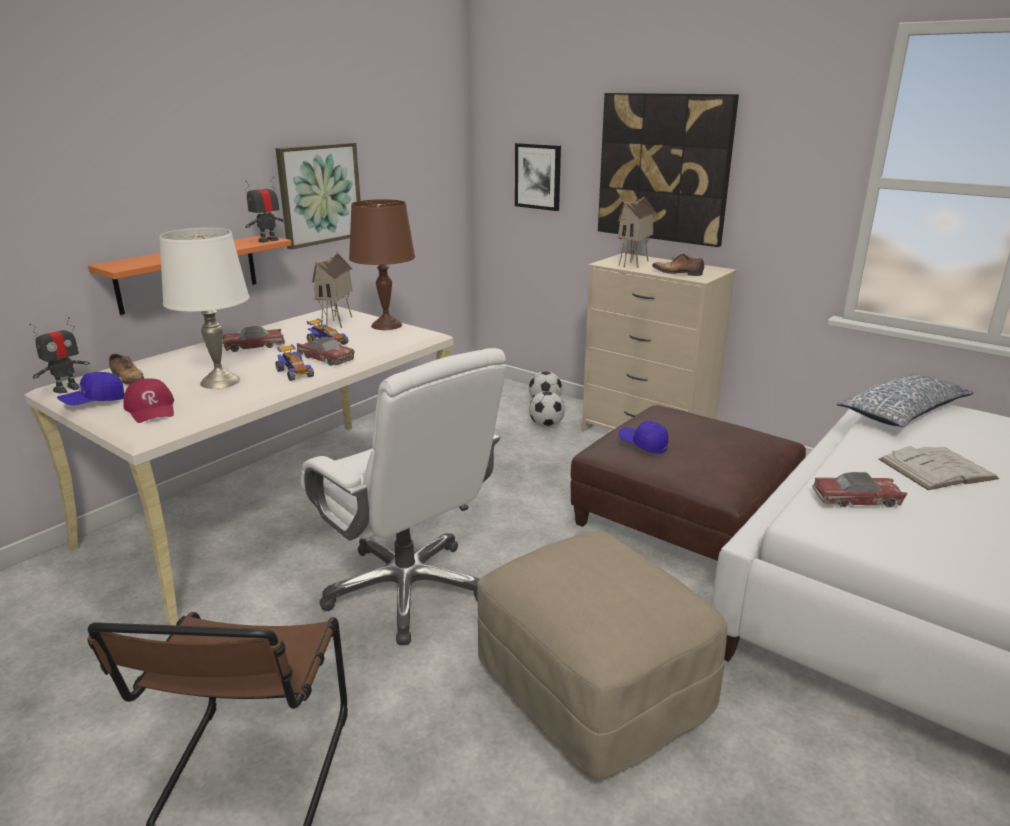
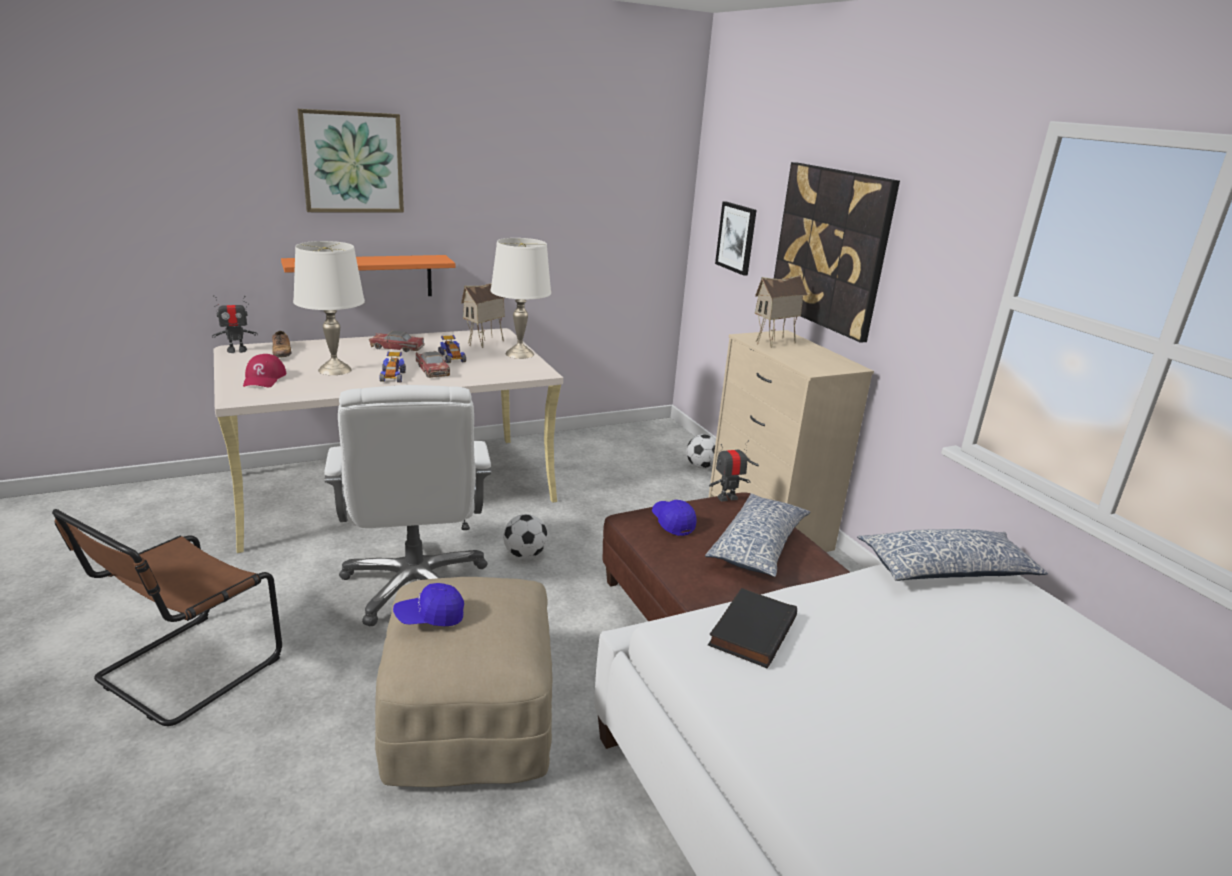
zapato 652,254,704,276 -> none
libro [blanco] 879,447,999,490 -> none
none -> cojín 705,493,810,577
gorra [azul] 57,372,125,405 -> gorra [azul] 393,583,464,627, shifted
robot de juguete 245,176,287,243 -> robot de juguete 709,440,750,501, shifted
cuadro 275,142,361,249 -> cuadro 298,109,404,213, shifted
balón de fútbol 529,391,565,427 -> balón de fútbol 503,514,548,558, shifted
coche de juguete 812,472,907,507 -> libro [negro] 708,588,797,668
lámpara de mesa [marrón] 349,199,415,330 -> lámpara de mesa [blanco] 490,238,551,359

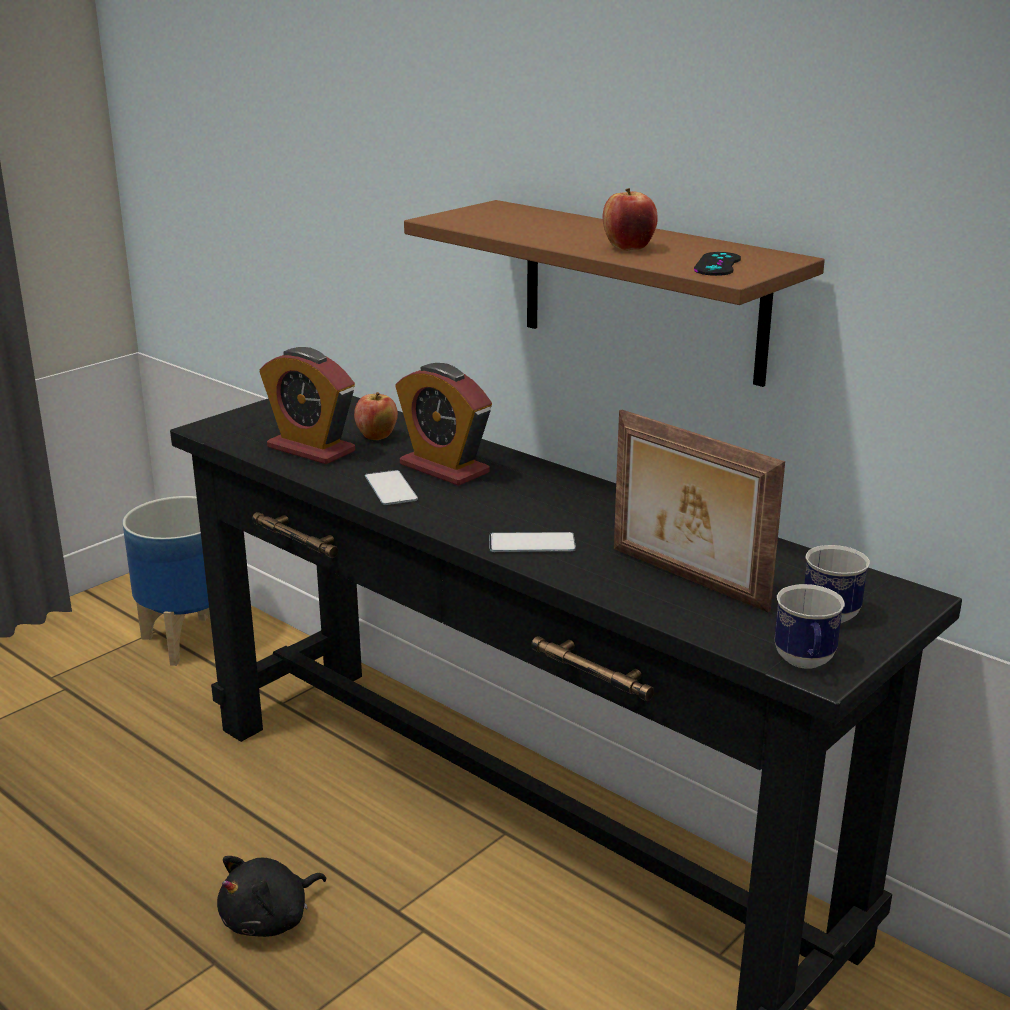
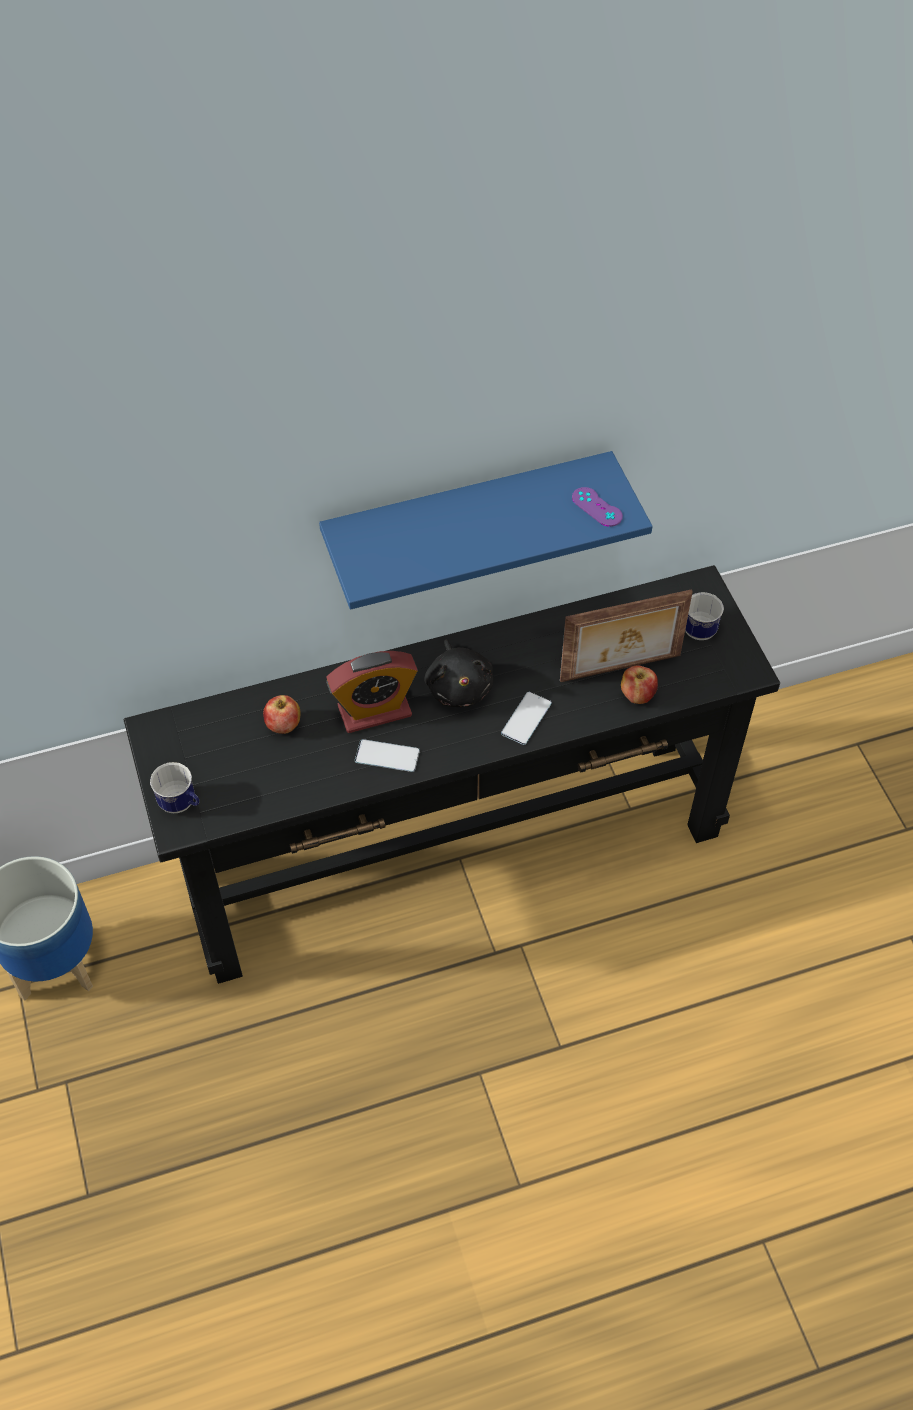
despertador 259,347,355,464 -> none
peluche [negro] 217,856,326,937 -> peluche [negro] 424,639,493,707, shifted
manzana 603,188,658,251 -> manzana 621,665,658,704, shifted
taza grande 775,584,845,669 -> taza grande 150,762,199,813, shifted
estante [marrón] 404,200,825,387 -> estante [azul] 319,451,653,609
mando de consola [negro] 694,252,741,276 -> mando de consola [morado] 572,487,623,527

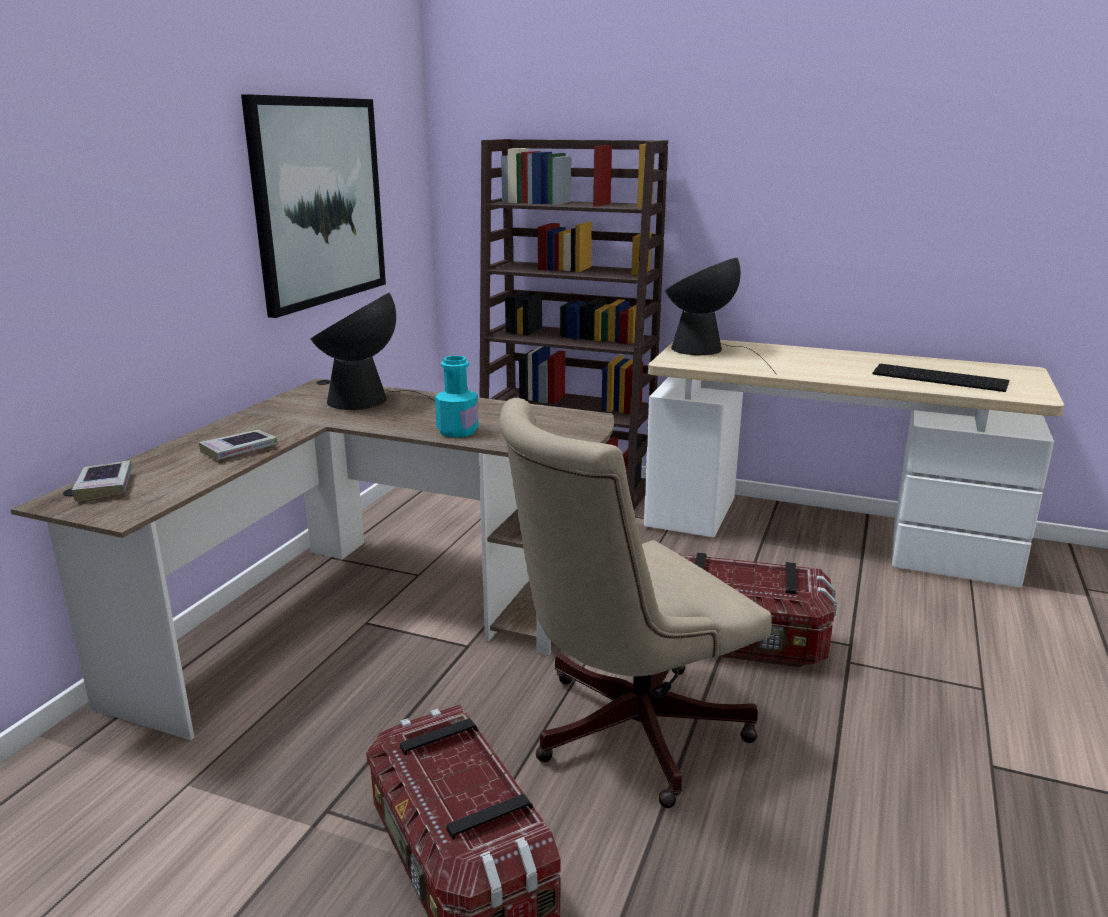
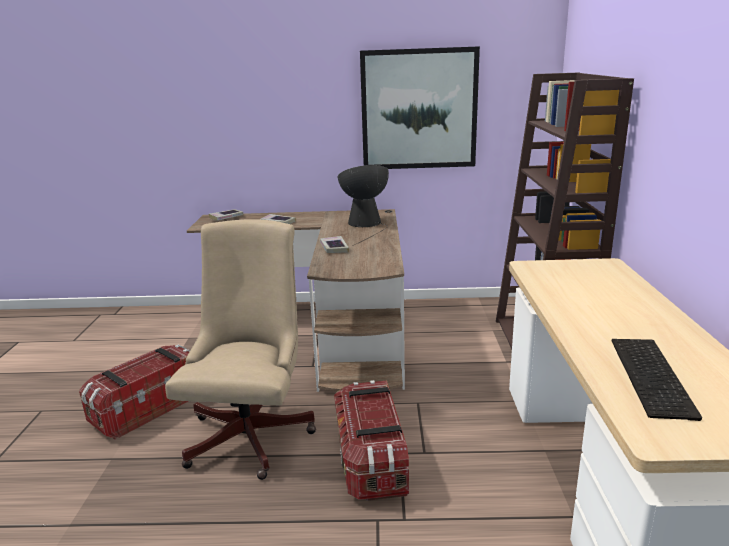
lámpara de mesa 665,258,777,375 -> none
botella [turquesa] 435,356,478,438 -> libro 320,236,349,253
silla de oficina [beis] 499,398,772,808 -> silla de oficina [beis] 165,219,316,480, 60 degrees clockwise

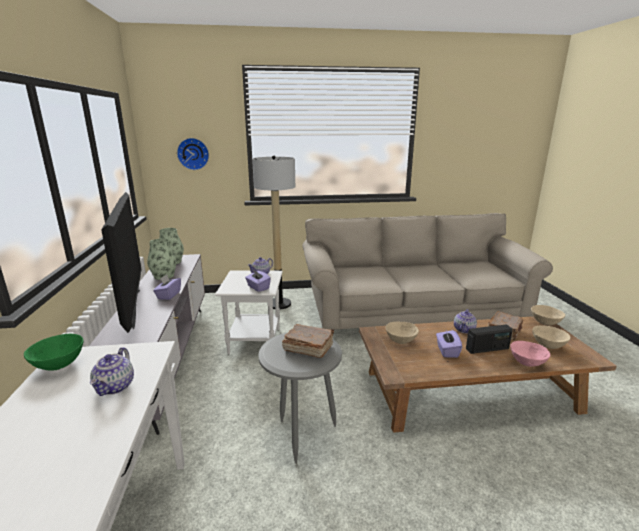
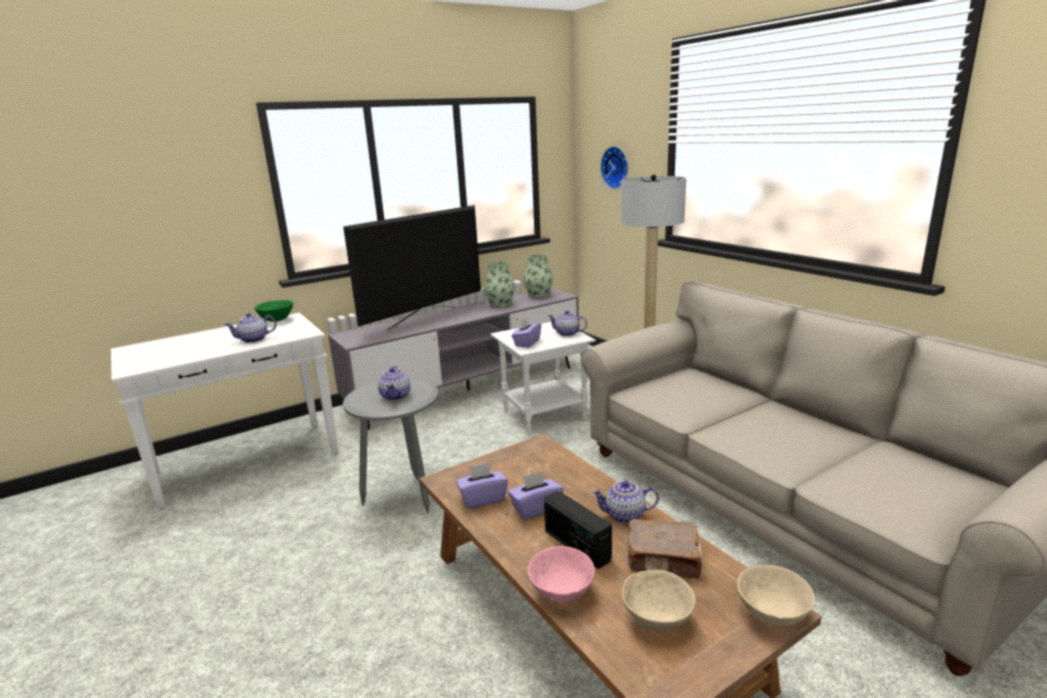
cuenco [beis] 386,322,419,344 -> none
caja de pañuelos [morado] 153,274,181,300 -> caja de pañuelos [morado] 456,463,508,508, shifted
libro [marrón] 282,324,334,358 -> tetera 378,366,410,401

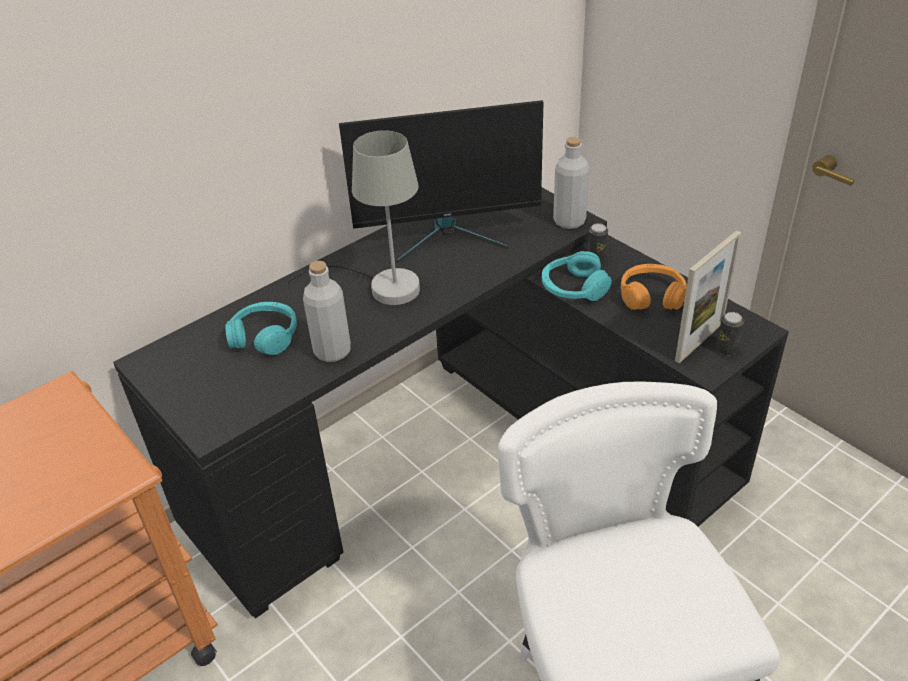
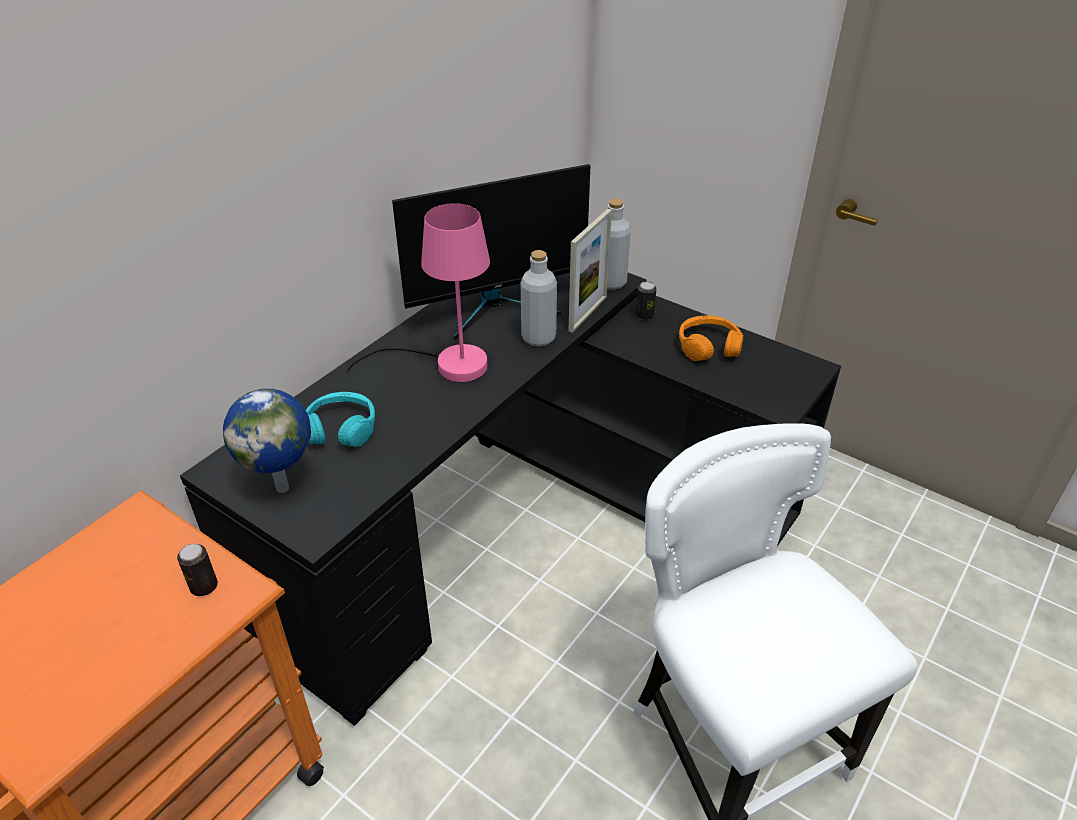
auriculares [turquesa] 542,251,612,301 -> none
none -> globo terráqueo 223,389,311,493
botella [gris] 303,261,351,362 -> botella [gris] 521,250,557,347, shifted
portarretratos 675,230,741,363 -> portarretratos 568,209,612,333, shifted
lata 716,312,744,356 -> lata 177,543,218,596, shifted
lámpara de mesa [gris] 287,130,420,306 -> lámpara de mesa [rosa] 346,203,490,383

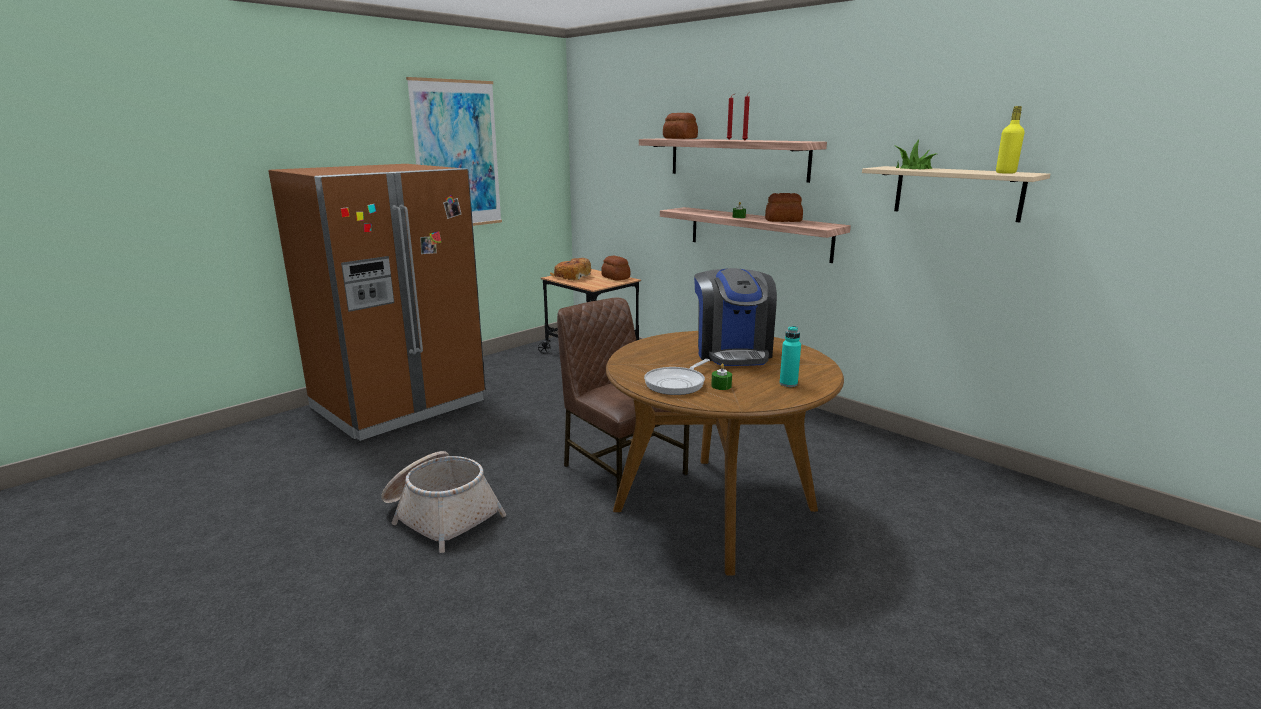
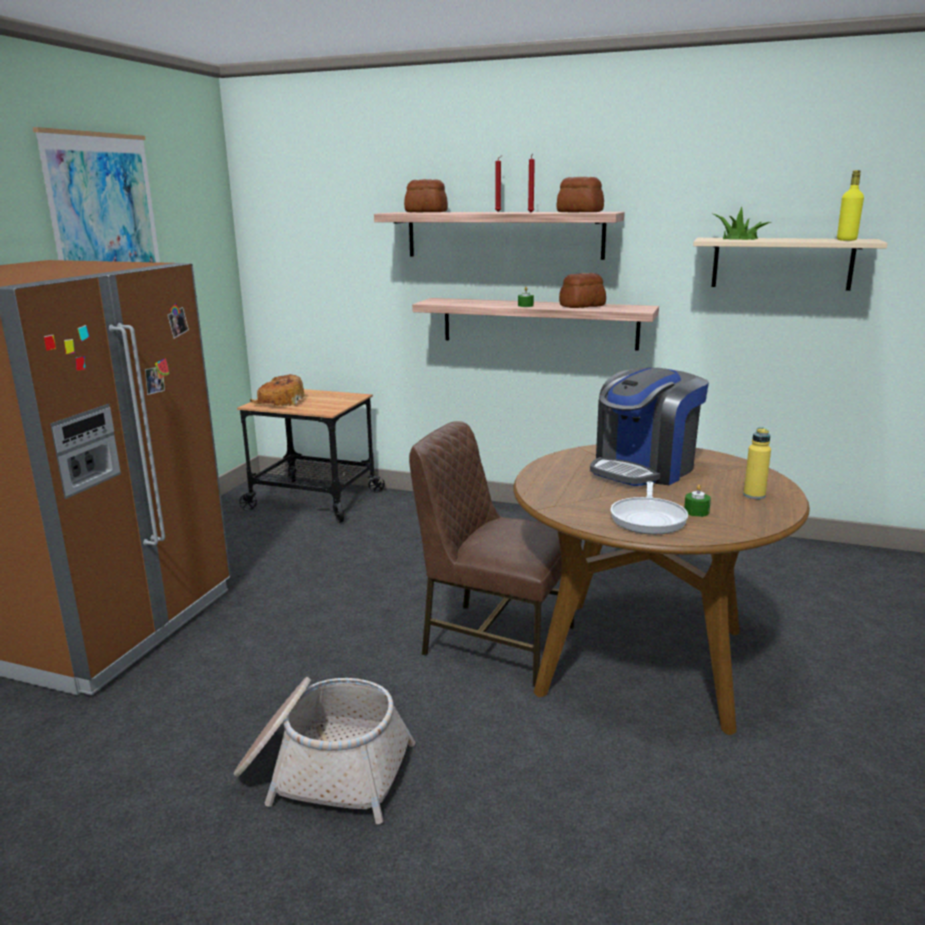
pan 601,256,631,281 -> pan 556,177,604,212, shifted
botella [turquesa] 780,326,801,387 -> botella [amarillo] 743,428,771,499
cafetera 694,268,777,366 -> cafetera 590,368,709,486, 75 degrees clockwise

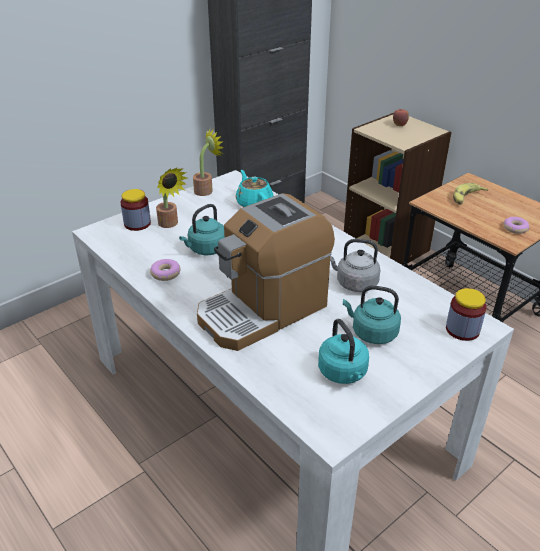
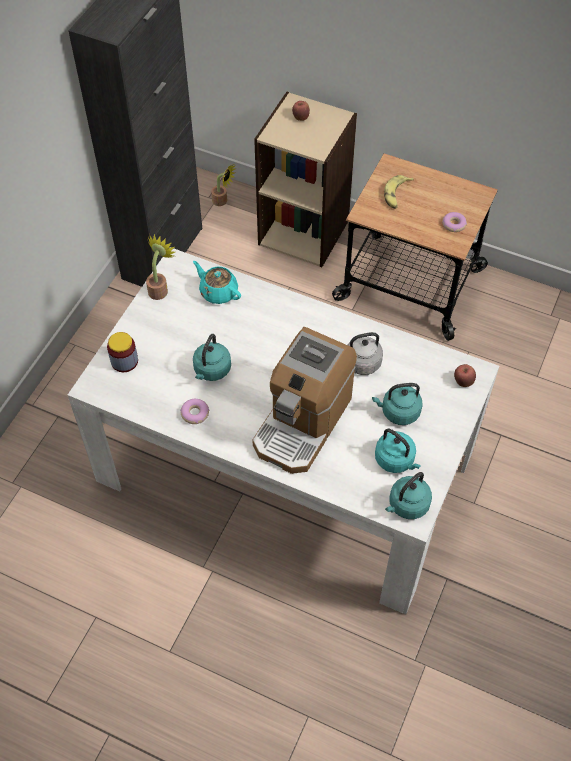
none -> hervidor [turquesa] 385,472,432,519
planta en maceta 156,167,187,228 -> planta en maceta 211,164,237,206, shifted
tarro 446,288,487,341 -> manzana 454,364,476,387

